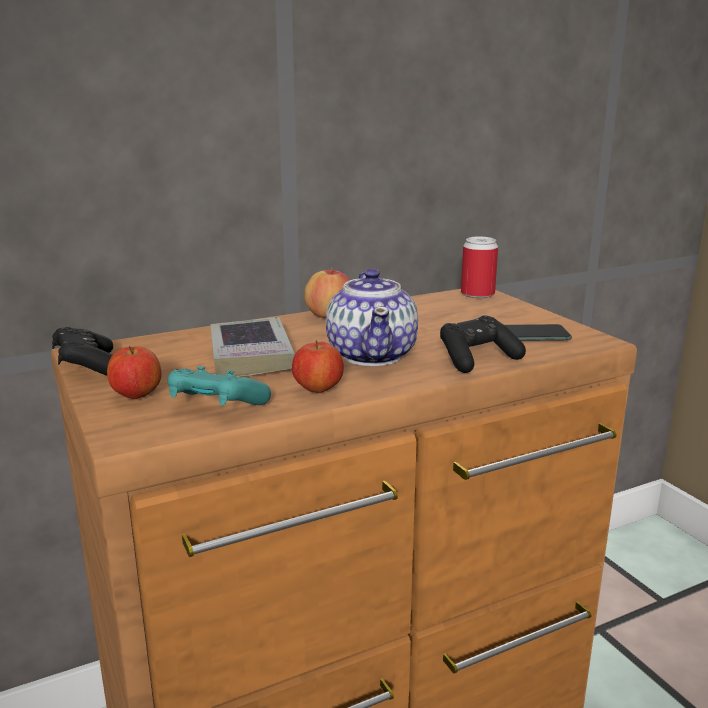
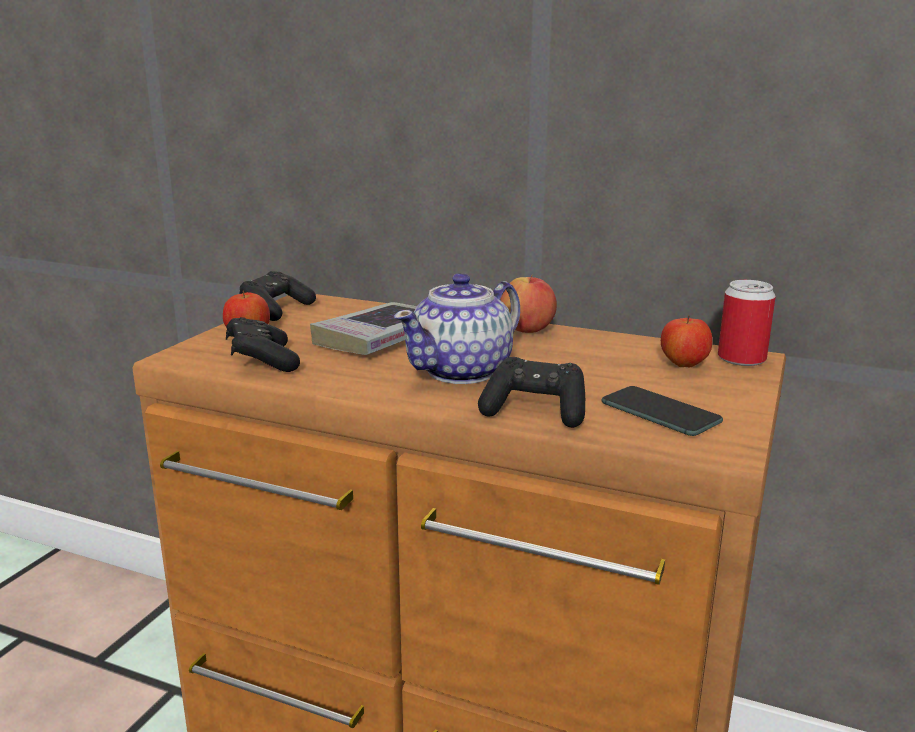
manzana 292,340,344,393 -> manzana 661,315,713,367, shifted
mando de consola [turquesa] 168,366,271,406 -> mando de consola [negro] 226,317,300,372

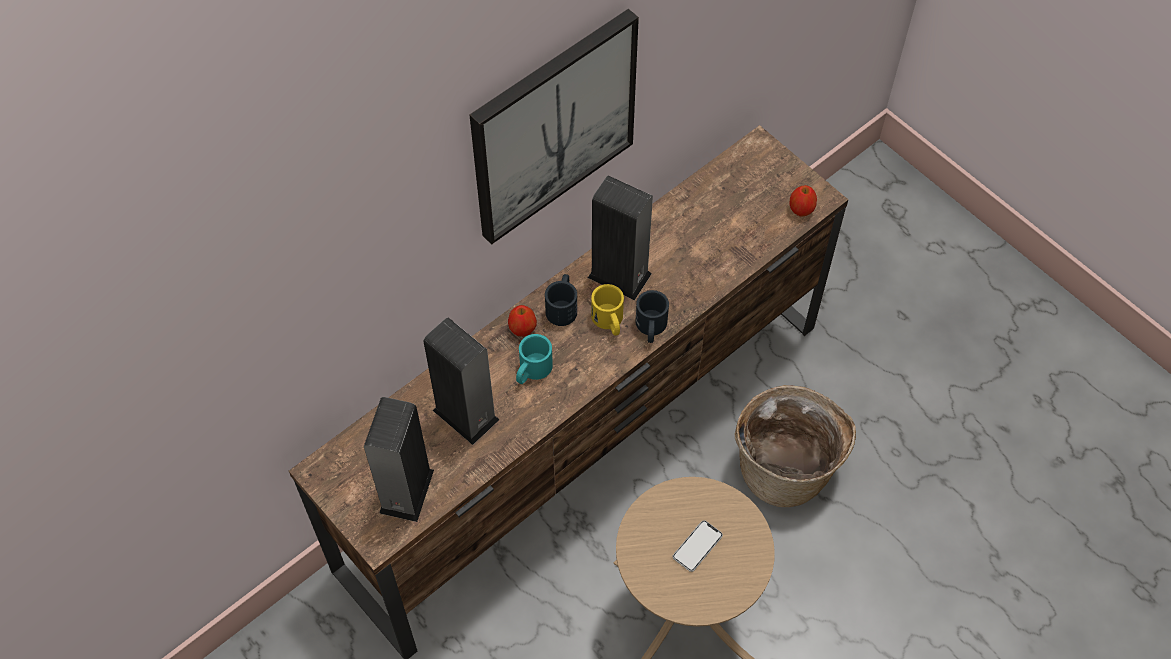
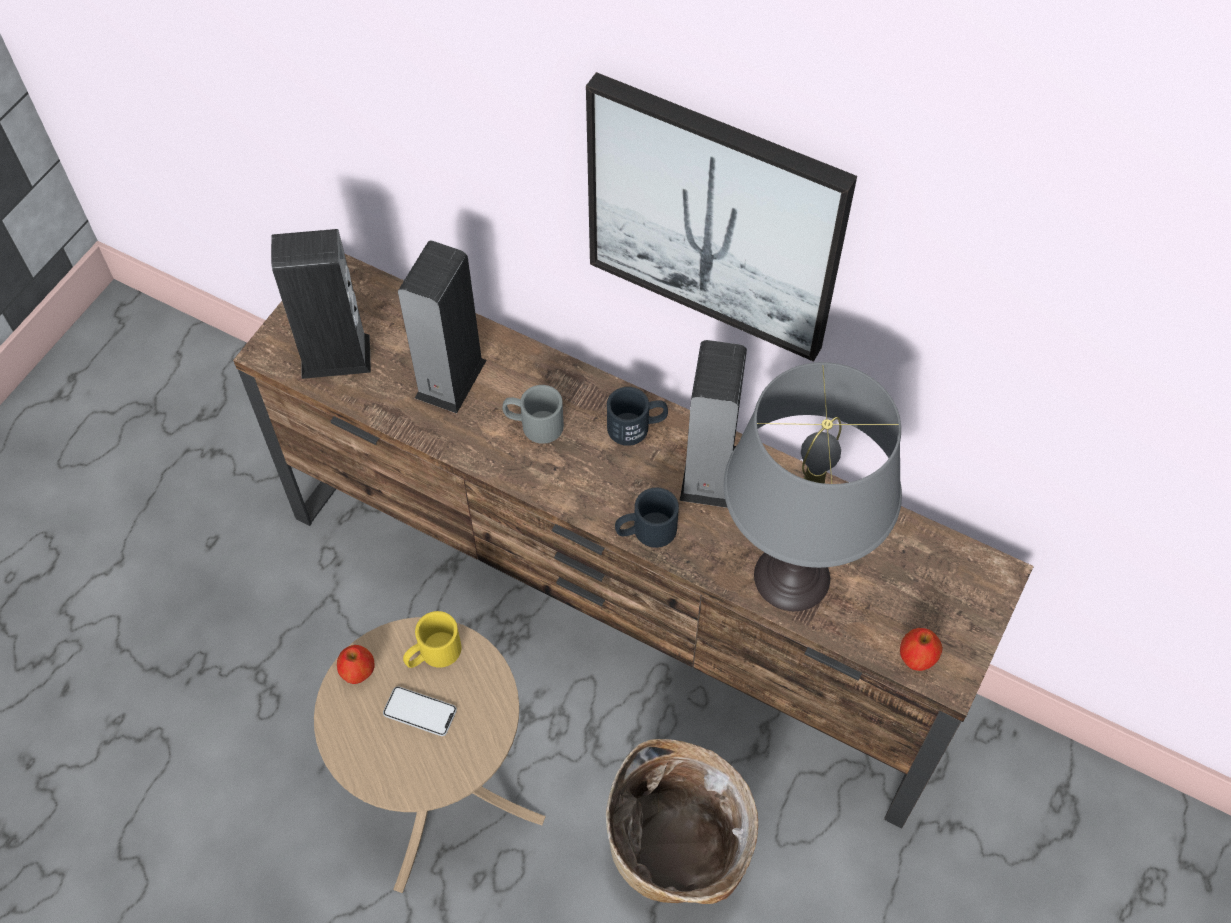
none -> lámpara de mesa [gris] 724,362,902,611
manzana 508,305,537,337 -> manzana 337,645,375,684, shifted
taza grande [amarillo] 591,284,624,336 -> taza grande [amarillo] 403,611,461,668, shifted
taza grande [turquesa] 516,334,553,384 -> taza grande [gris] 502,385,564,444

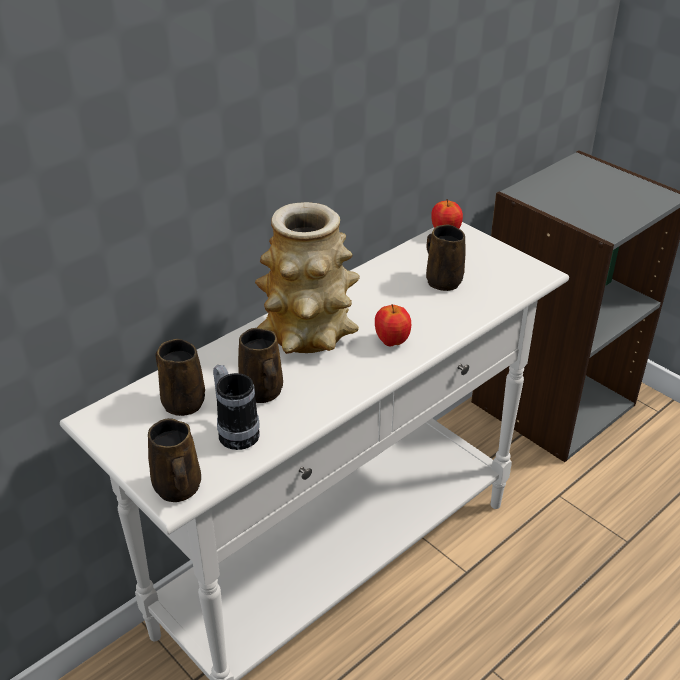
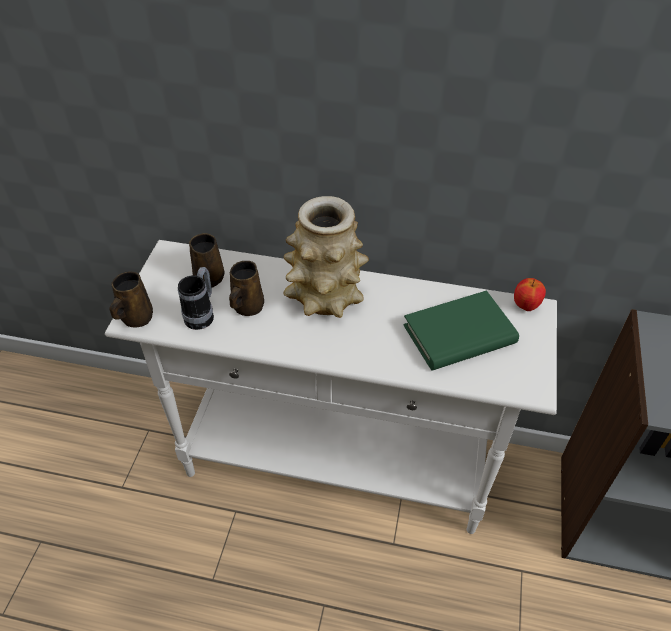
manzana 375,304,411,347 -> none
taza grande [marrón] 426,225,465,291 -> libro [verde] 403,291,519,370

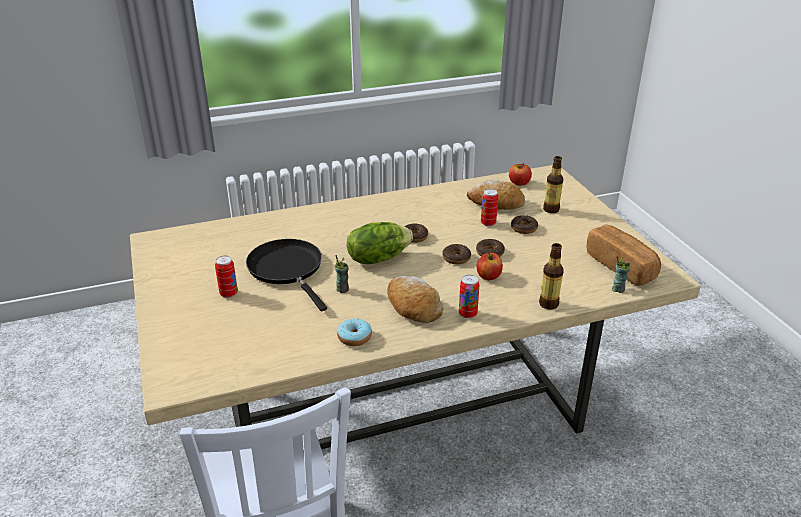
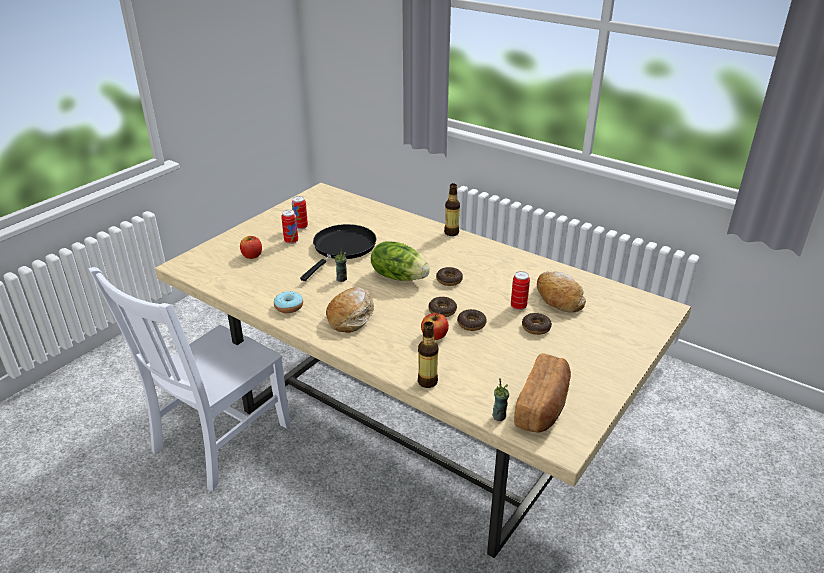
lata 459,275,479,319 -> lata 292,196,308,229, shifted
manzana 509,163,532,186 -> manzana 240,236,262,259, shifted
botella 543,156,563,213 -> botella 444,183,460,236, shifted

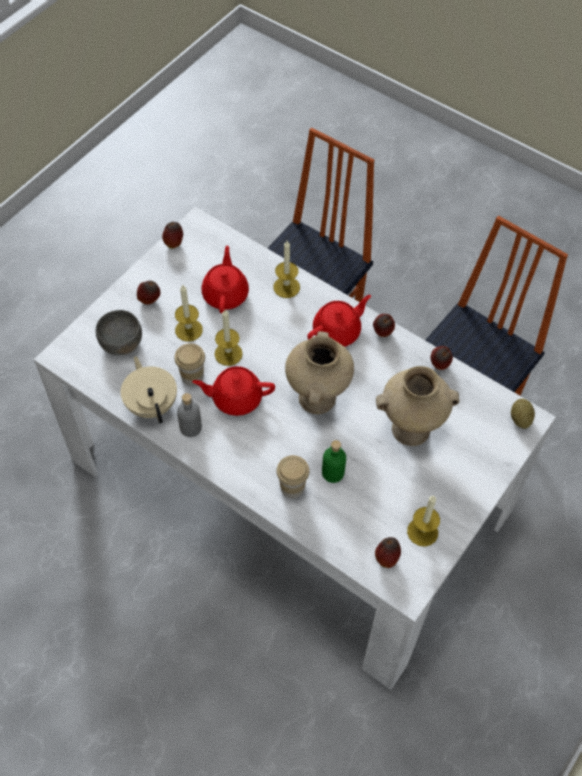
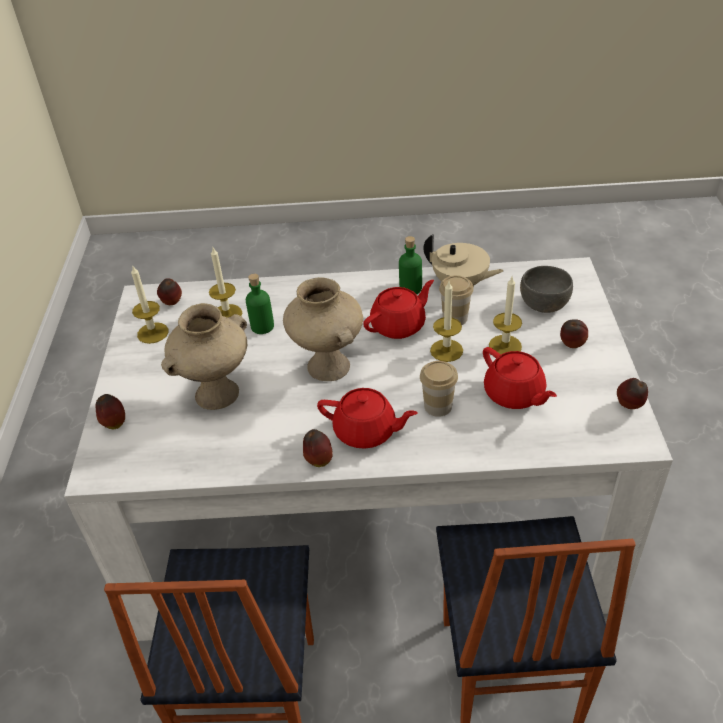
patata 511,399,535,429 -> none
vela 273,241,300,298 -> vela 209,248,242,318, shifted
taza 276,455,309,498 -> taza 420,361,458,417, shifted
manzana 430,346,453,370 -> manzana 95,394,125,429, shifted
botella [gris] 177,393,202,437 -> botella [verde] 399,236,422,295
tetera [rojo] 307,295,371,347 -> tetera [rojo] 317,388,418,449, 90 degrees counterclockwise

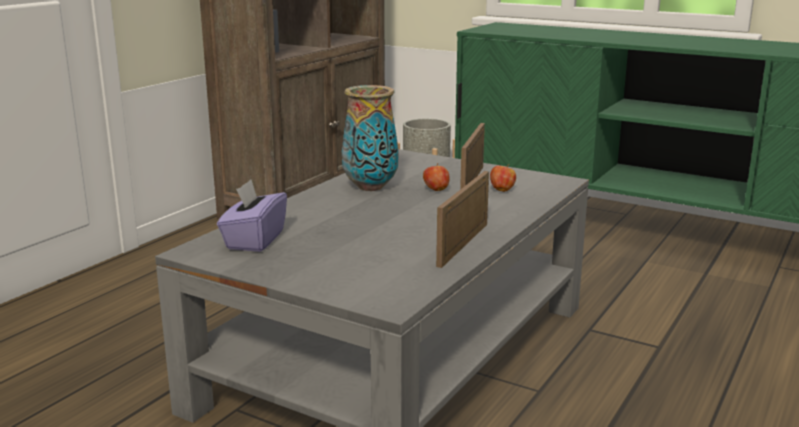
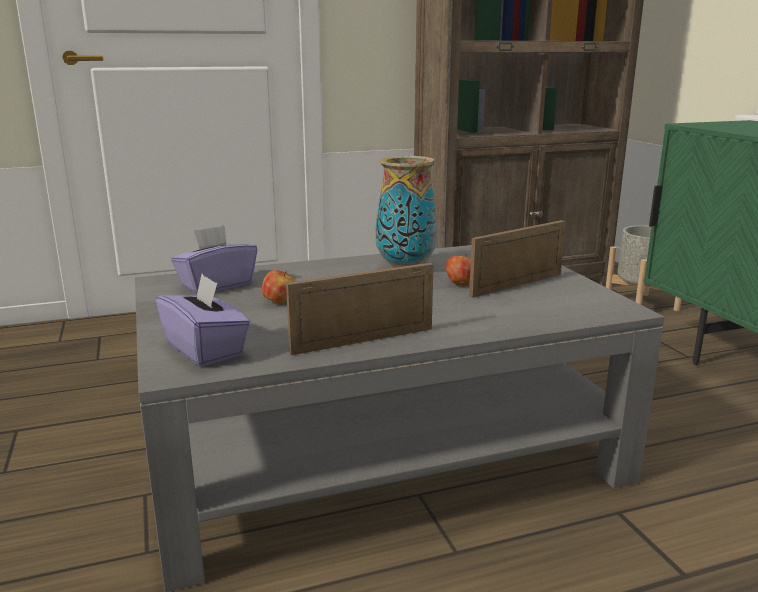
none -> caja de pañuelos [morado] 156,274,251,366
manzana 490,164,516,192 -> manzana 262,270,295,304, shifted

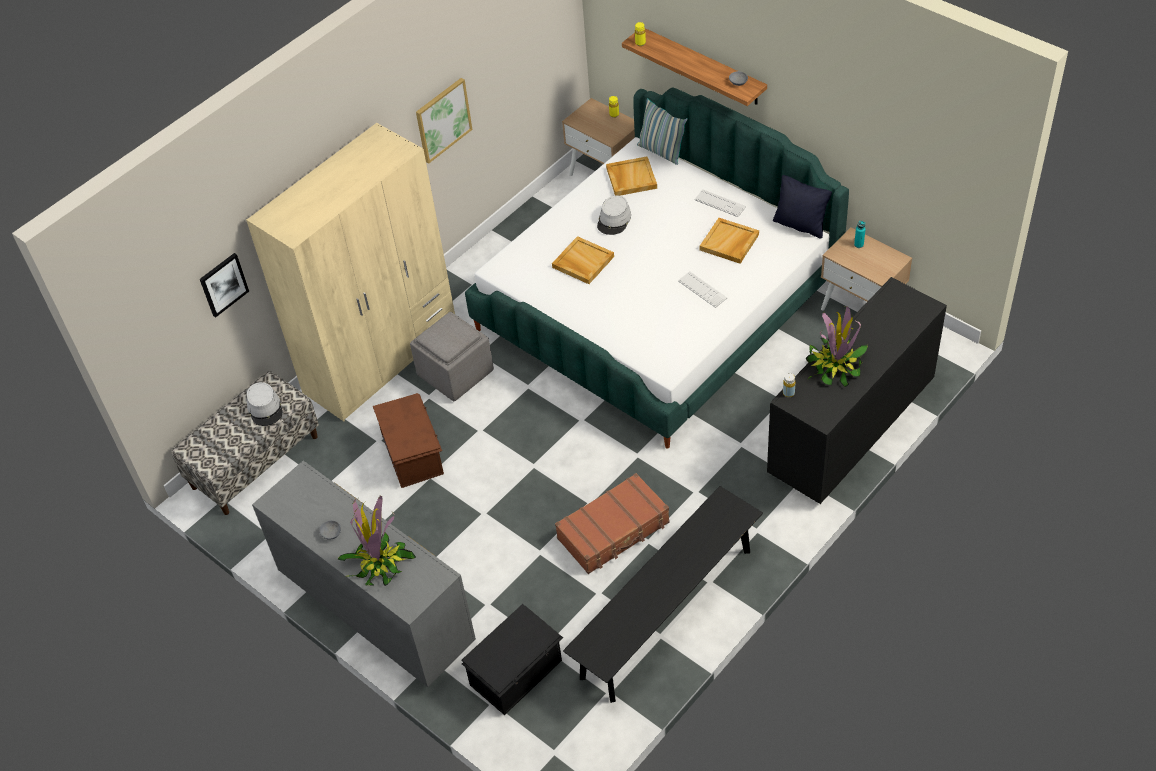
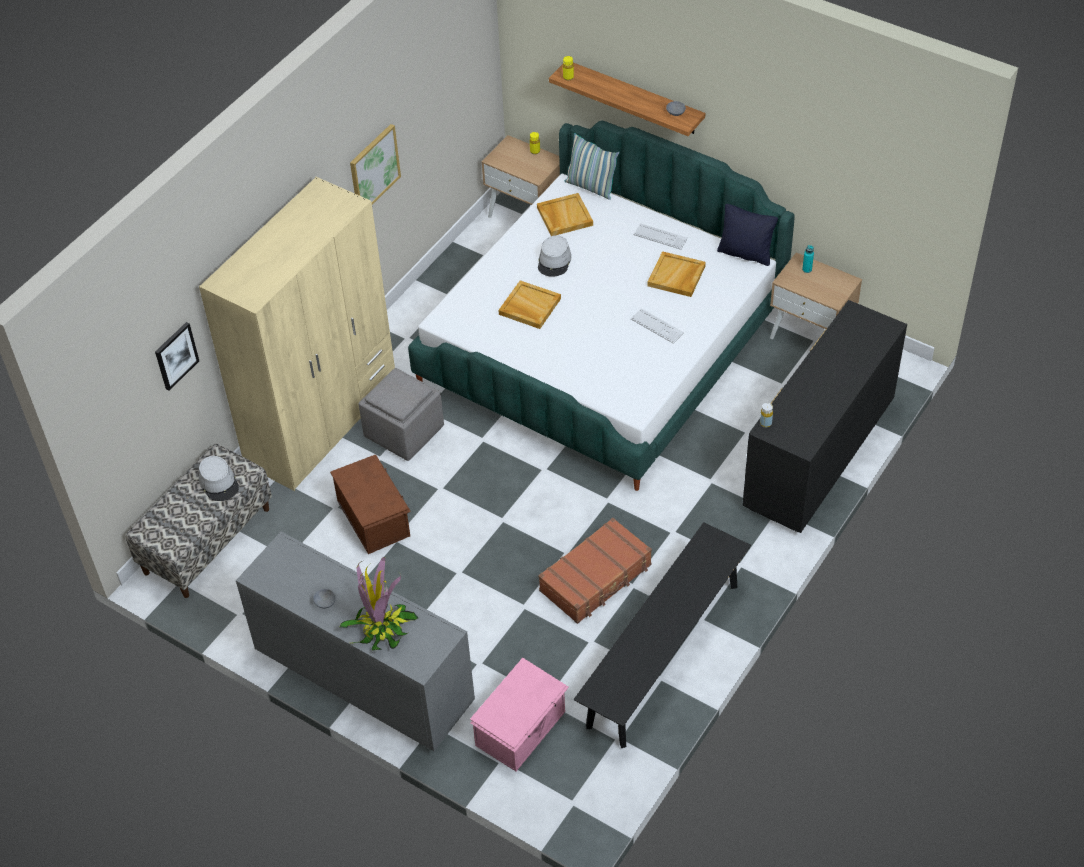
planta en maceta 806,306,868,387 -> none
caja de almacenaje [negro] 461,604,563,715 -> caja de almacenaje [rosa] 470,658,569,771

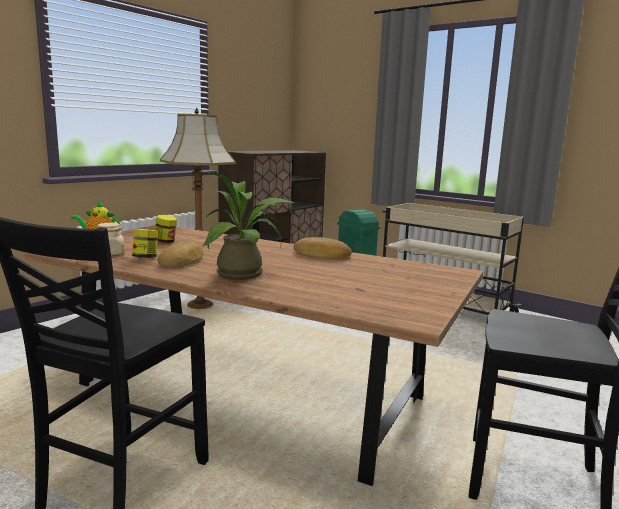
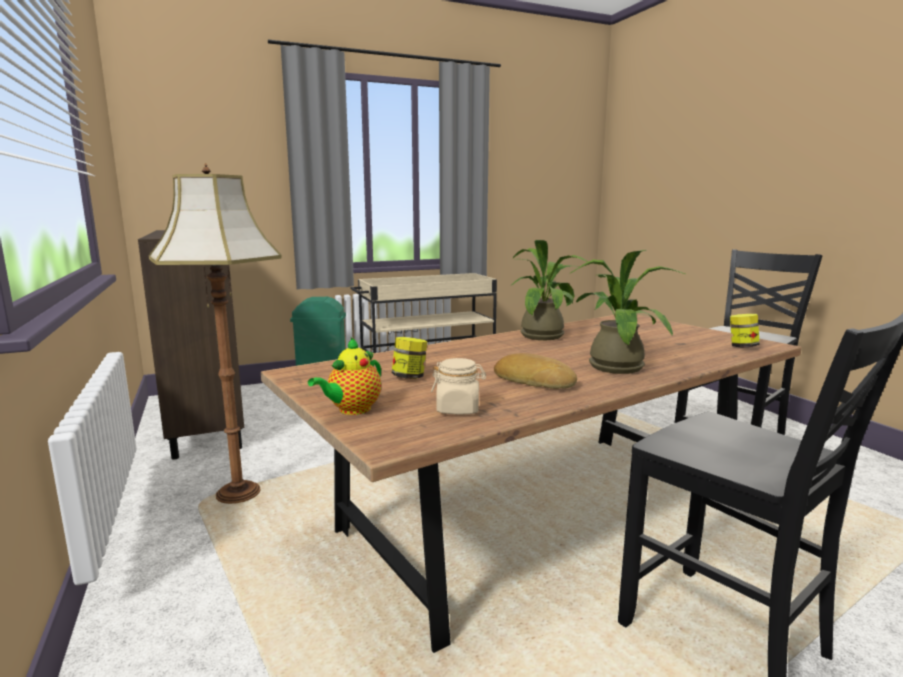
tarro 132,229,158,258 -> tarro 730,314,760,347, shifted
pan 293,237,352,259 -> planta en maceta 510,240,588,340

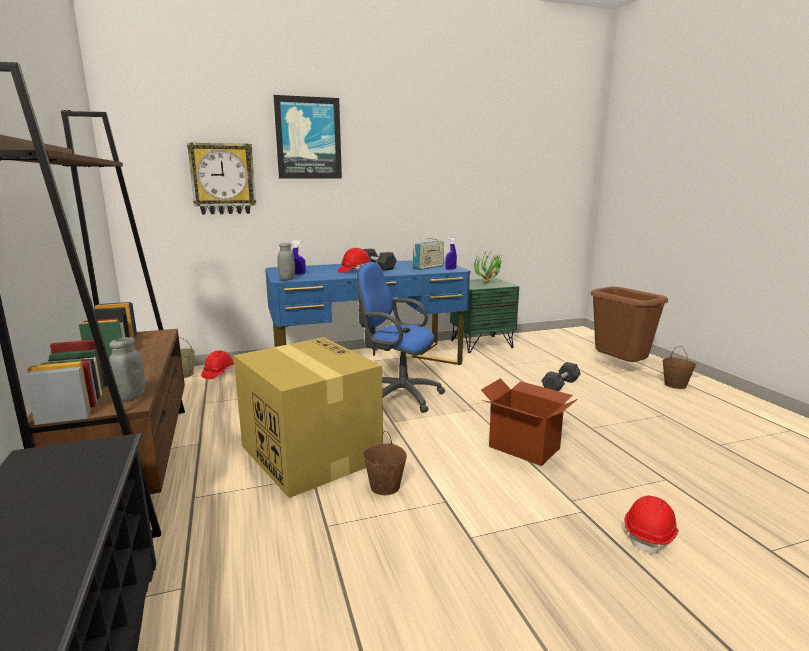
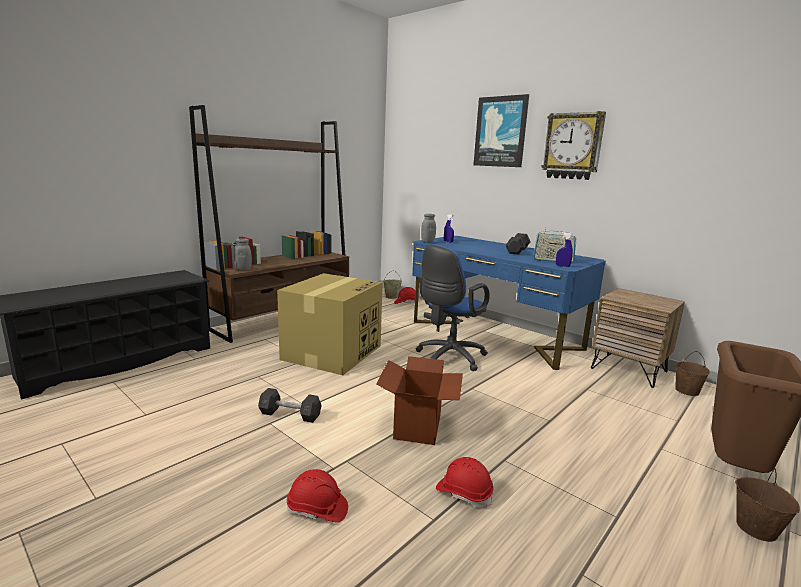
planta en maceta 474,252,503,284 -> none
reloj de pared 187,142,256,215 -> reloj de pared 541,111,606,180, shifted
casco [rojo] 338,248,371,273 -> casco [rojo] 436,457,494,508, shifted
cubo [marrón] 363,431,407,495 -> cubo [marrón] 675,351,710,396, shifted
mancuerna [gris] 541,362,581,391 -> mancuerna [gris] 258,388,322,423, shifted
mesita de noche [verde] 450,278,519,353 -> mesita de noche [marrón] 591,288,685,388
silla de oficina [azul] 357,262,445,413 -> silla de oficina [azul] 416,244,490,371, 135 degrees counterclockwise

